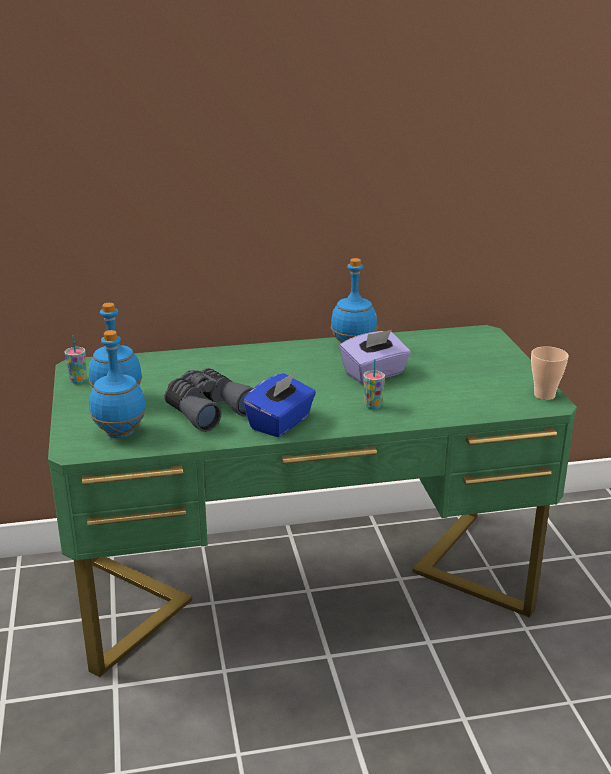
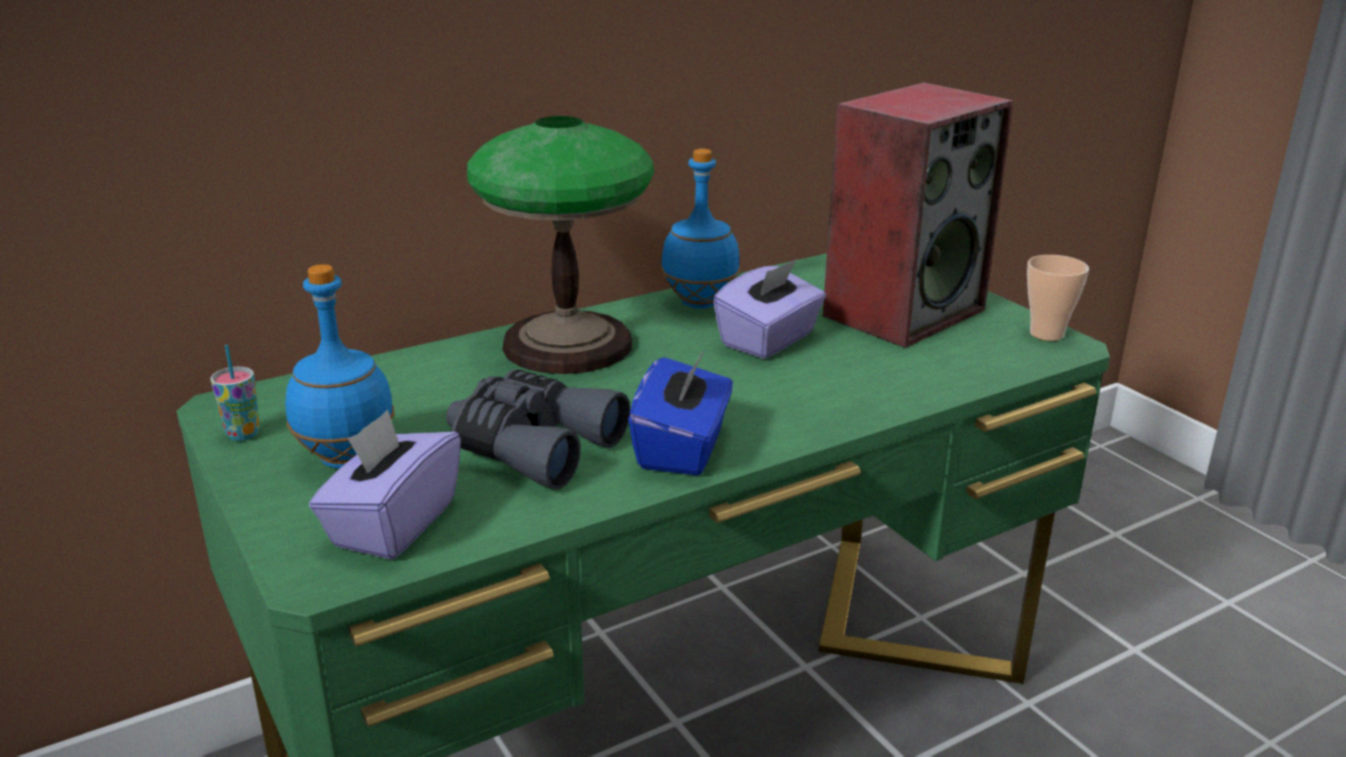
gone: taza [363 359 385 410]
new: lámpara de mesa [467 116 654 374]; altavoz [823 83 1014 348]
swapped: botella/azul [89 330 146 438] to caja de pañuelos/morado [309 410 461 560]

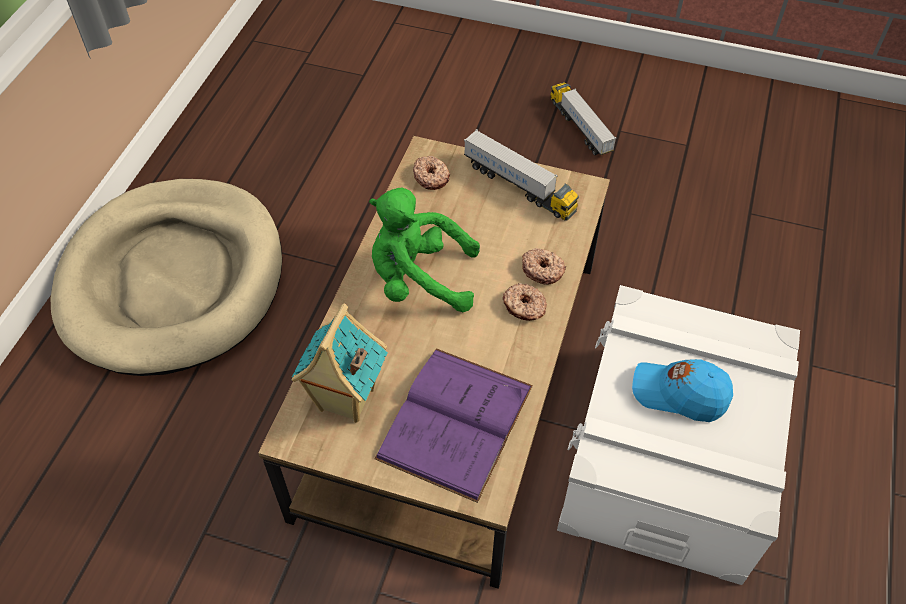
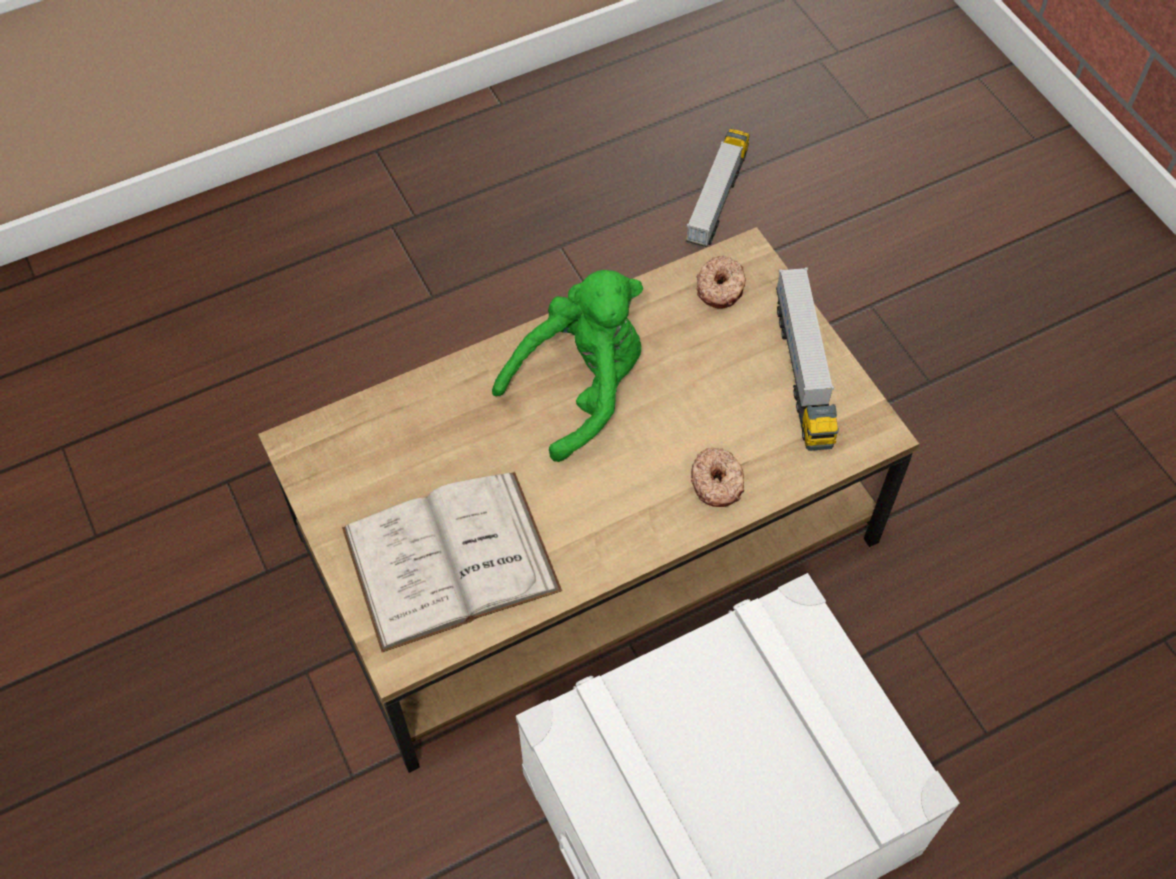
gone: cama para perro/beis [50 179 282 376]; casita [291 304 388 423]; rosquilla [502 283 547 321]; gorra/azul [632 359 733 422]
shifted: camión de juguete [550 83 616 155] to [686 129 750 247]
repainted: libro/morado [375 348 533 503] to libro/blanco [342 472 562 652]
rotated: peluche/verde [369 188 480 312] = [492 270 643 462] 90 degrees clockwise

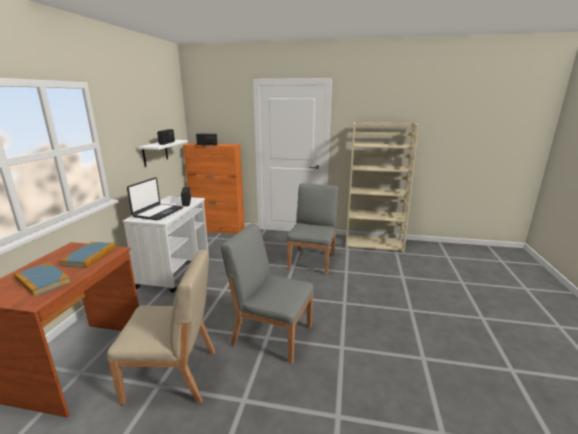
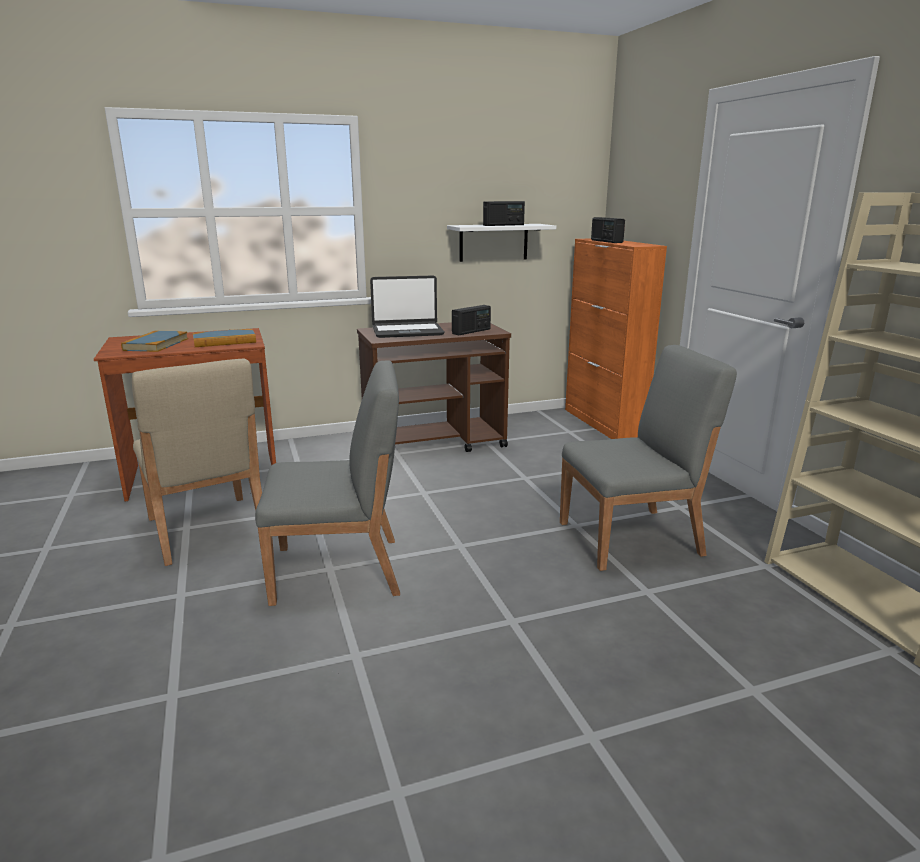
repainted: carrito/blanco [123 196 208 293] to carrito/marrón [357 322 511 452]
rotated: silla/gris [221 223 314 364] = [255 360 400 606] 90 degrees clockwise

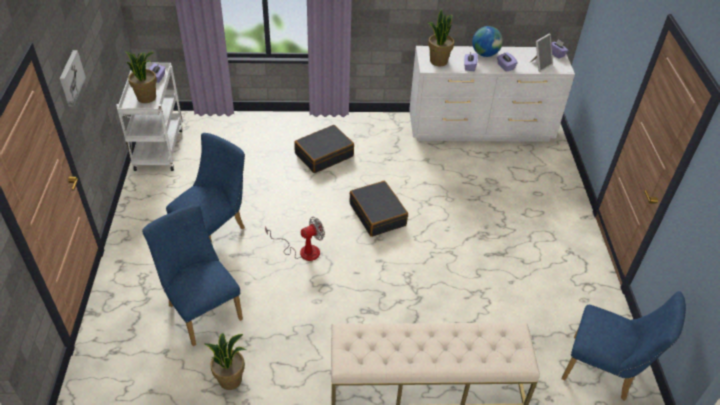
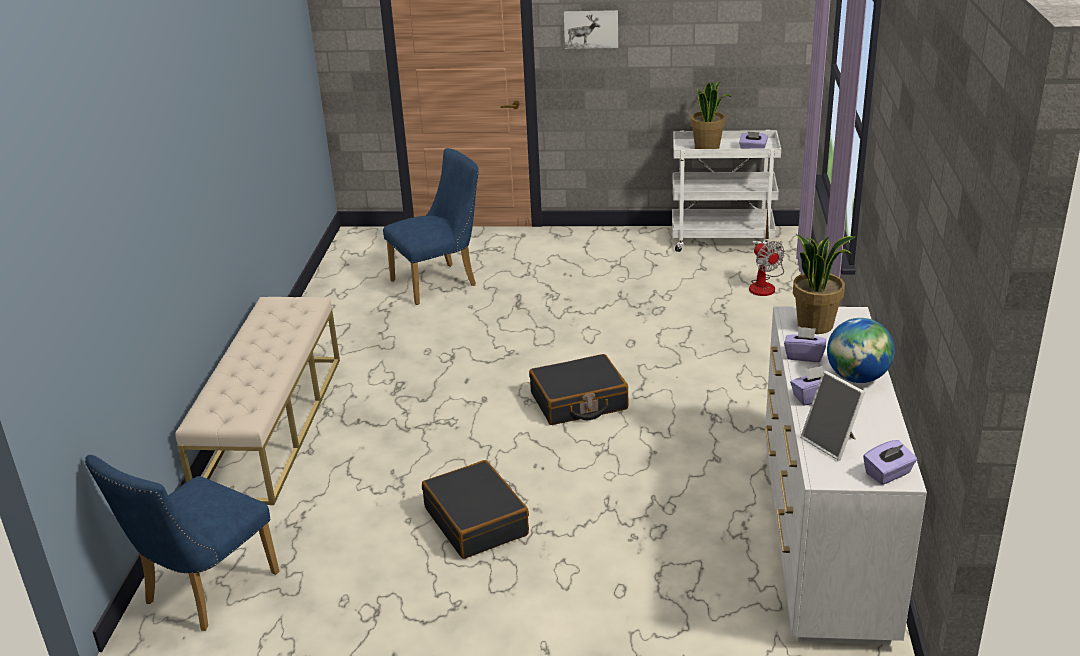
gone: silla/azul [166 133 245 243]; planta en maceta [204 333 246 390]
shifted: ventilador [265 217 325 261] to [749 241 785 296]; maleta/negro [294 125 354 173] to [422 460 529 559]

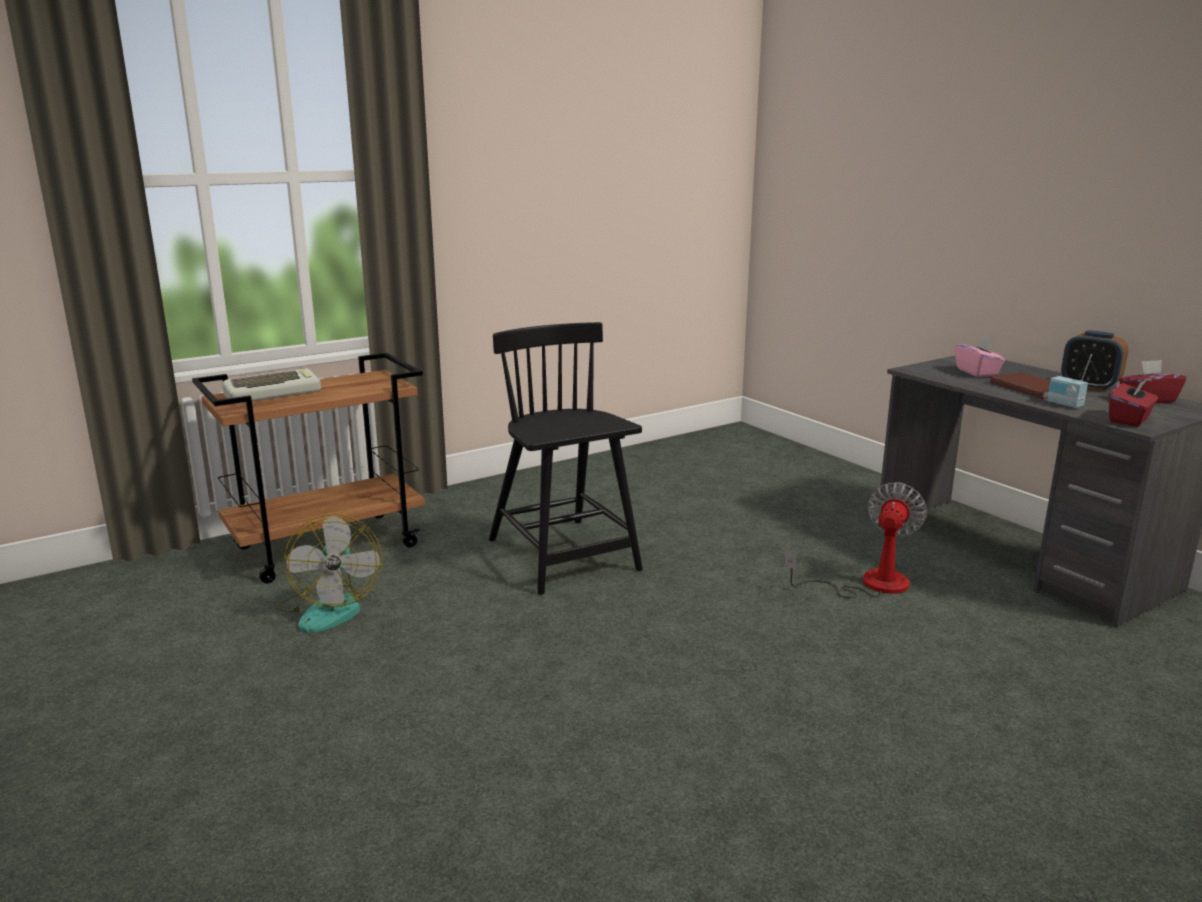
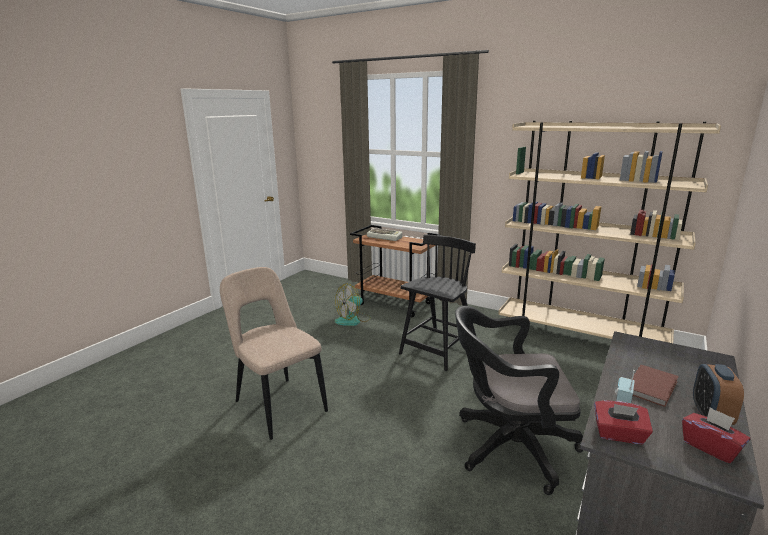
gone: caja de pañuelos/rosa [955 335 1005 377]
new: silla/beis [220 267 328 440]; estantería/beis [498 121 721 343]
swapped: ventilador [784 482 927 598] to silla de oficina/negro [455 306 583 495]

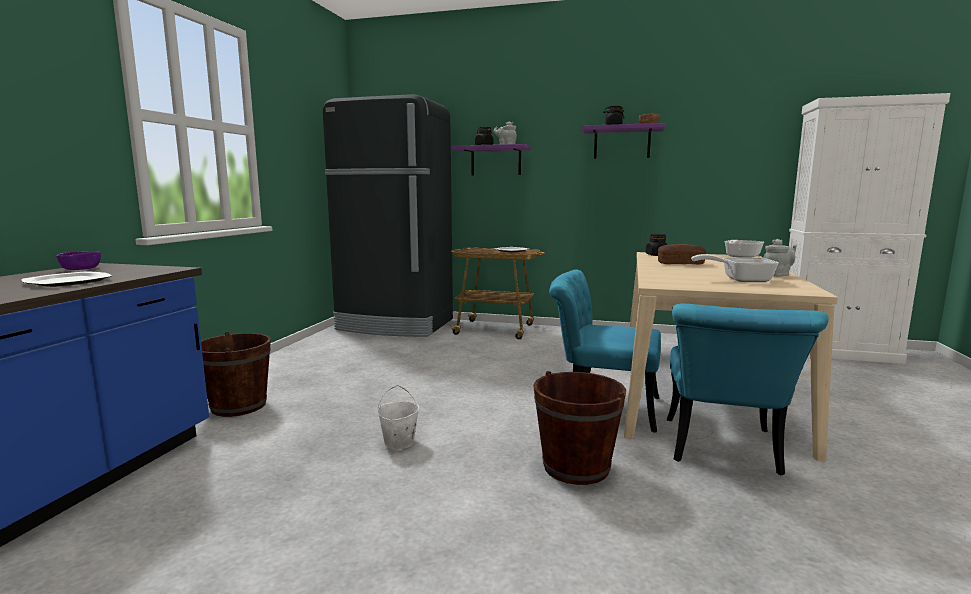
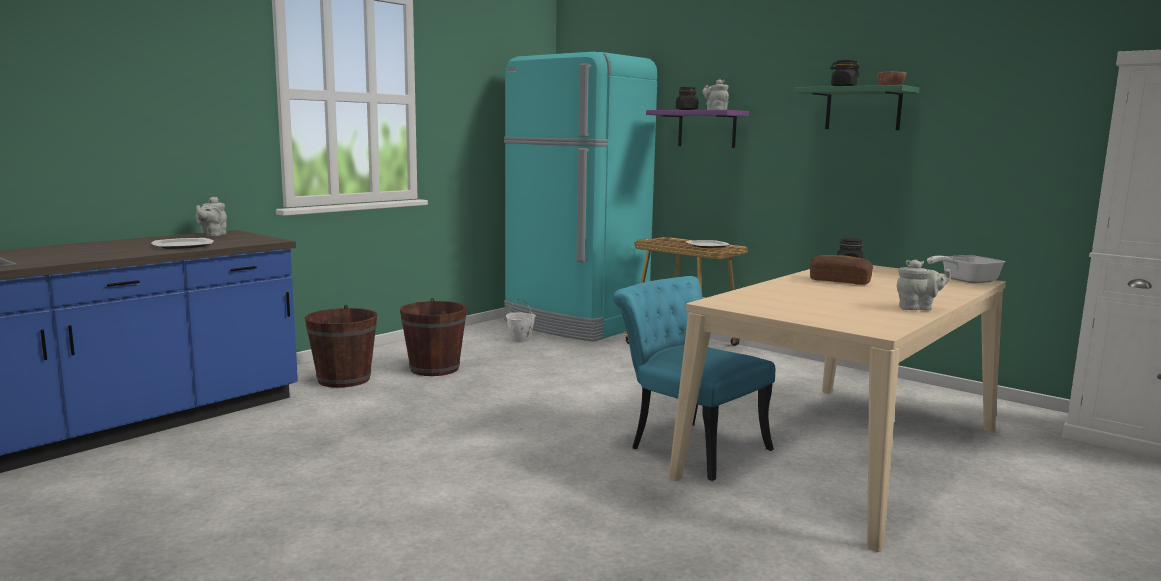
gone: silla/turquesa [667 303 829 475]; sartén [691 254 779 282]
shifted: cubo/blanco [377 385 420 450] to [506 298 536 343]; cubo/marrón [533 371 626 485] to [400 298 467 376]
swapped: cuenco/morado [56 251 101 270] to tetera/gris [196 197 227 236]
repainted: nevera/negro [323 94 453 337] to nevera/turquesa [504 52 657 342]; estante/morado [581 123 665 159] to estante/verde [794 85 919 130]

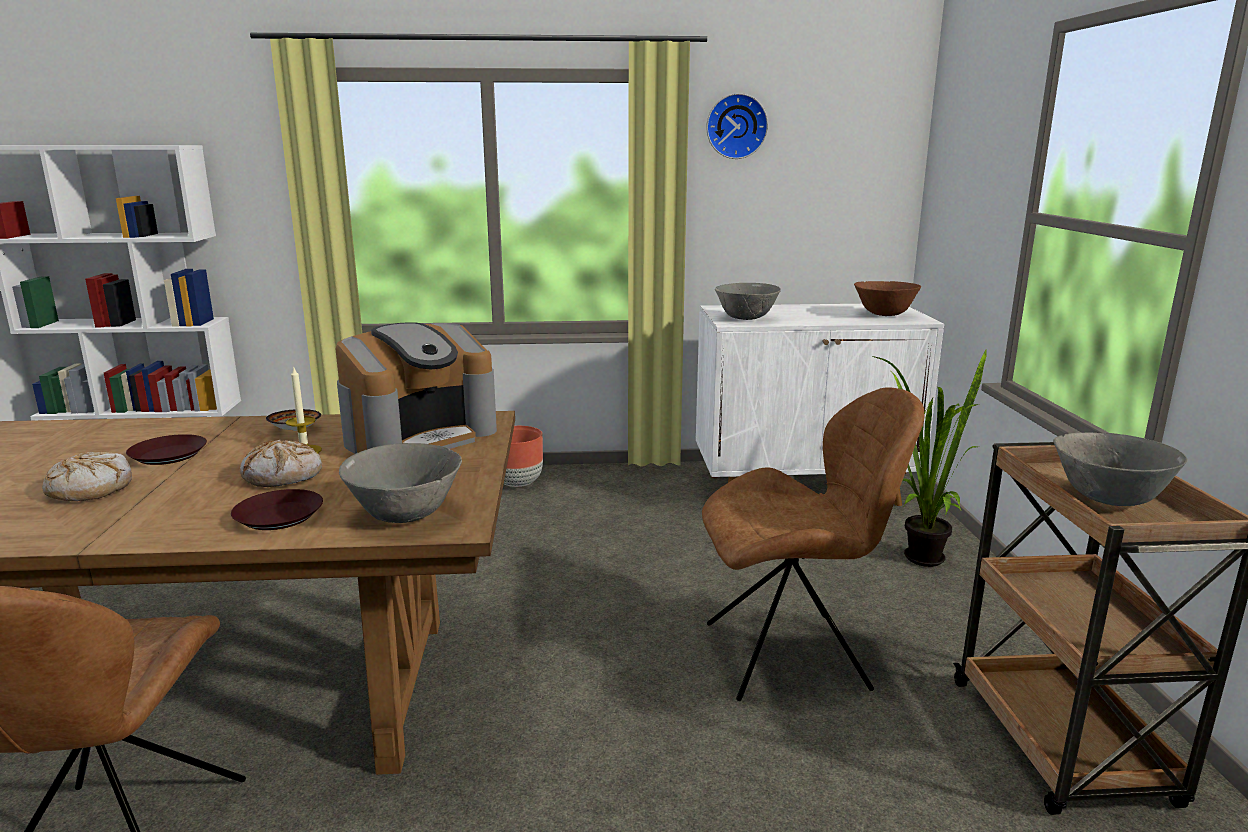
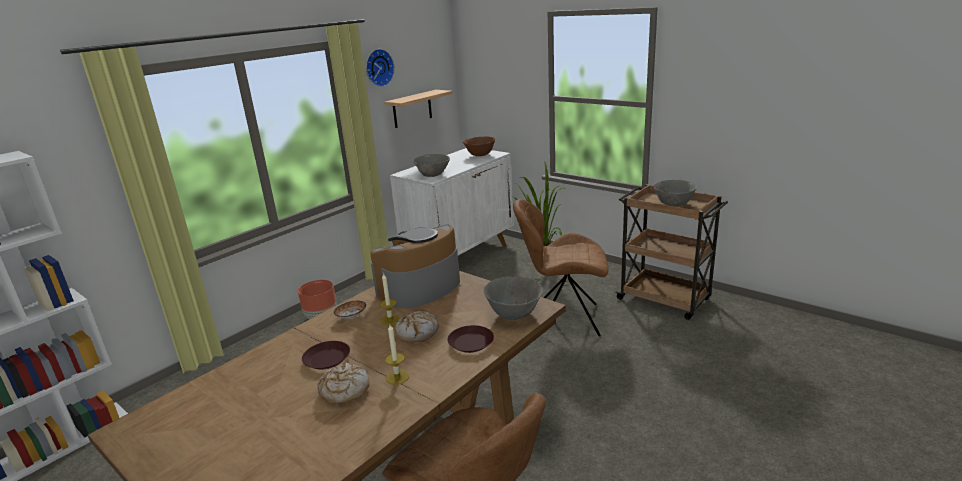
new: estante [384 90 453 128]; vela [385 325 409 385]
rotated: cafetera [335 322 497 454] = [371 224 460 308] 135 degrees counterclockwise; silla/marrón [702 387 925 701] = [513 199 608 336] 120 degrees counterclockwise

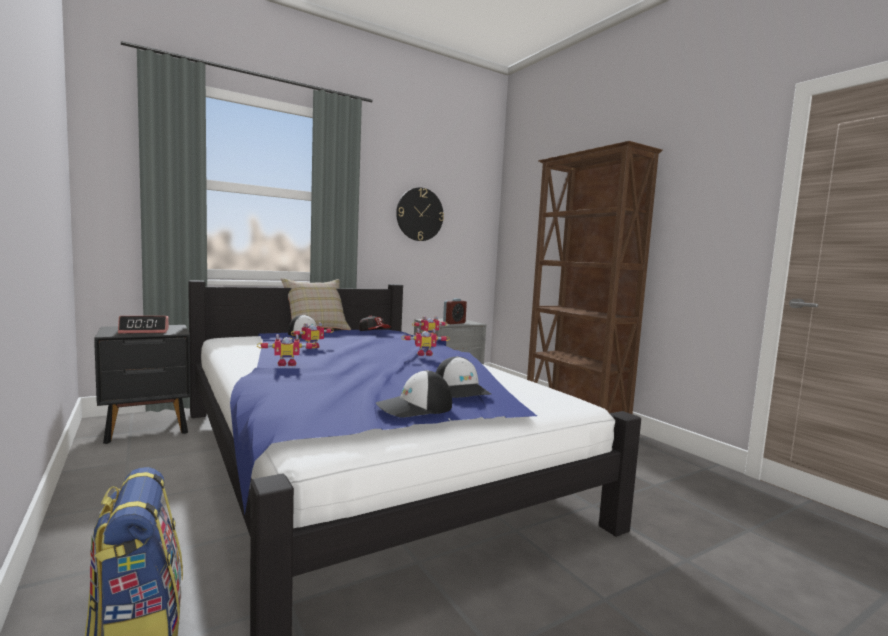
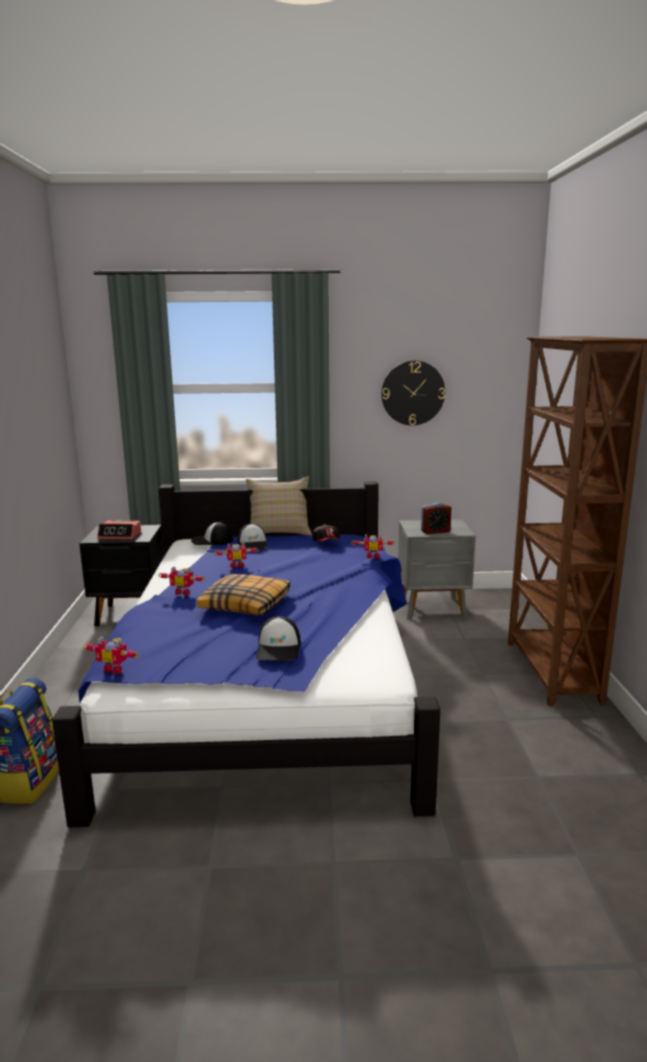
new: cojín [197 574 290 616]
shifted: gorra [376 370 452 417] to [191 522 233 545]; robot de juguete [401 328 450 356] to [83 637 139 675]

